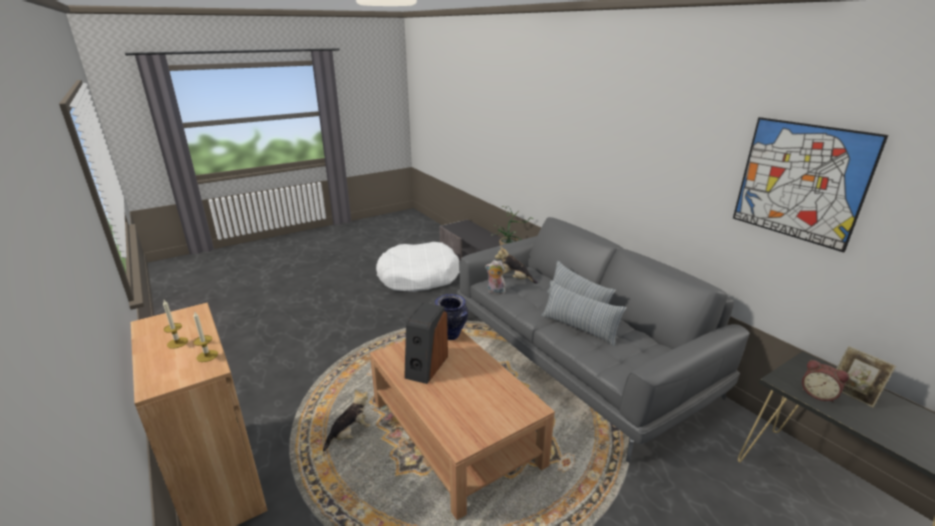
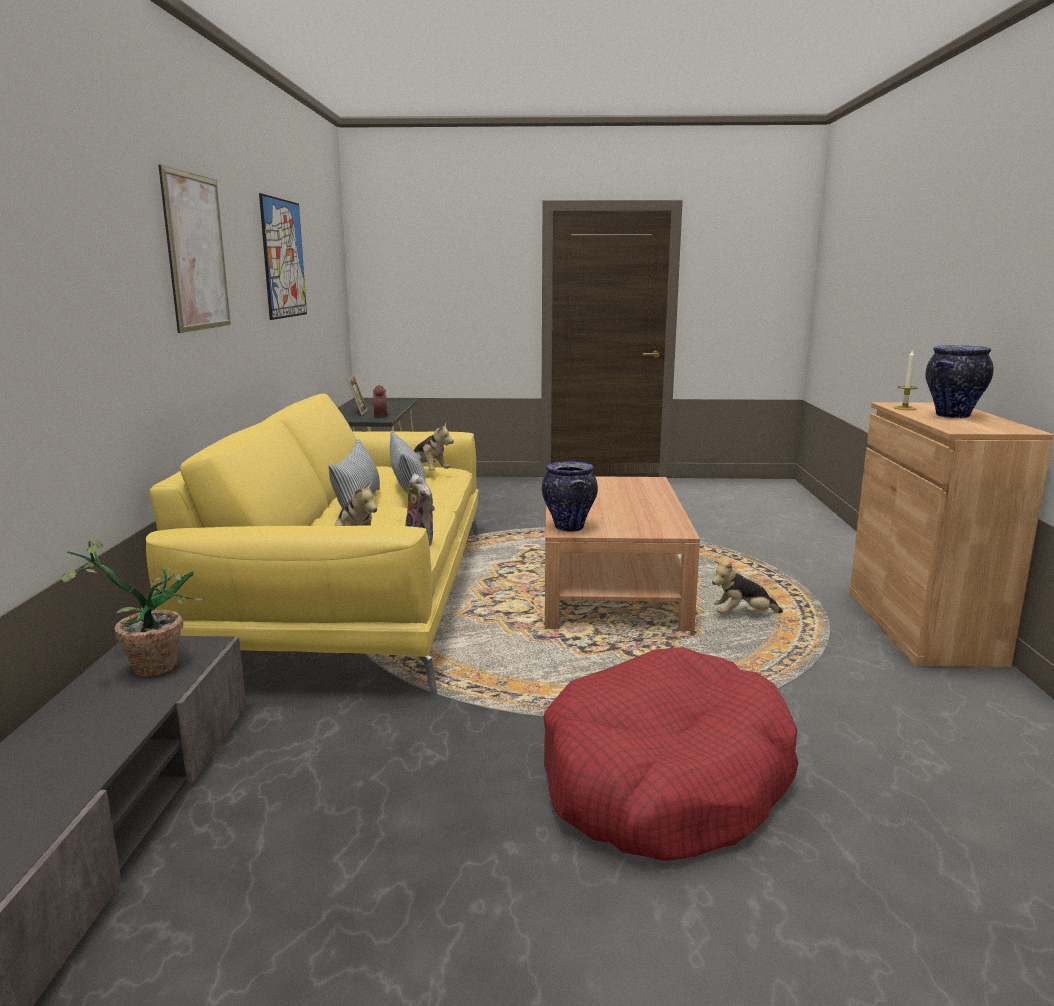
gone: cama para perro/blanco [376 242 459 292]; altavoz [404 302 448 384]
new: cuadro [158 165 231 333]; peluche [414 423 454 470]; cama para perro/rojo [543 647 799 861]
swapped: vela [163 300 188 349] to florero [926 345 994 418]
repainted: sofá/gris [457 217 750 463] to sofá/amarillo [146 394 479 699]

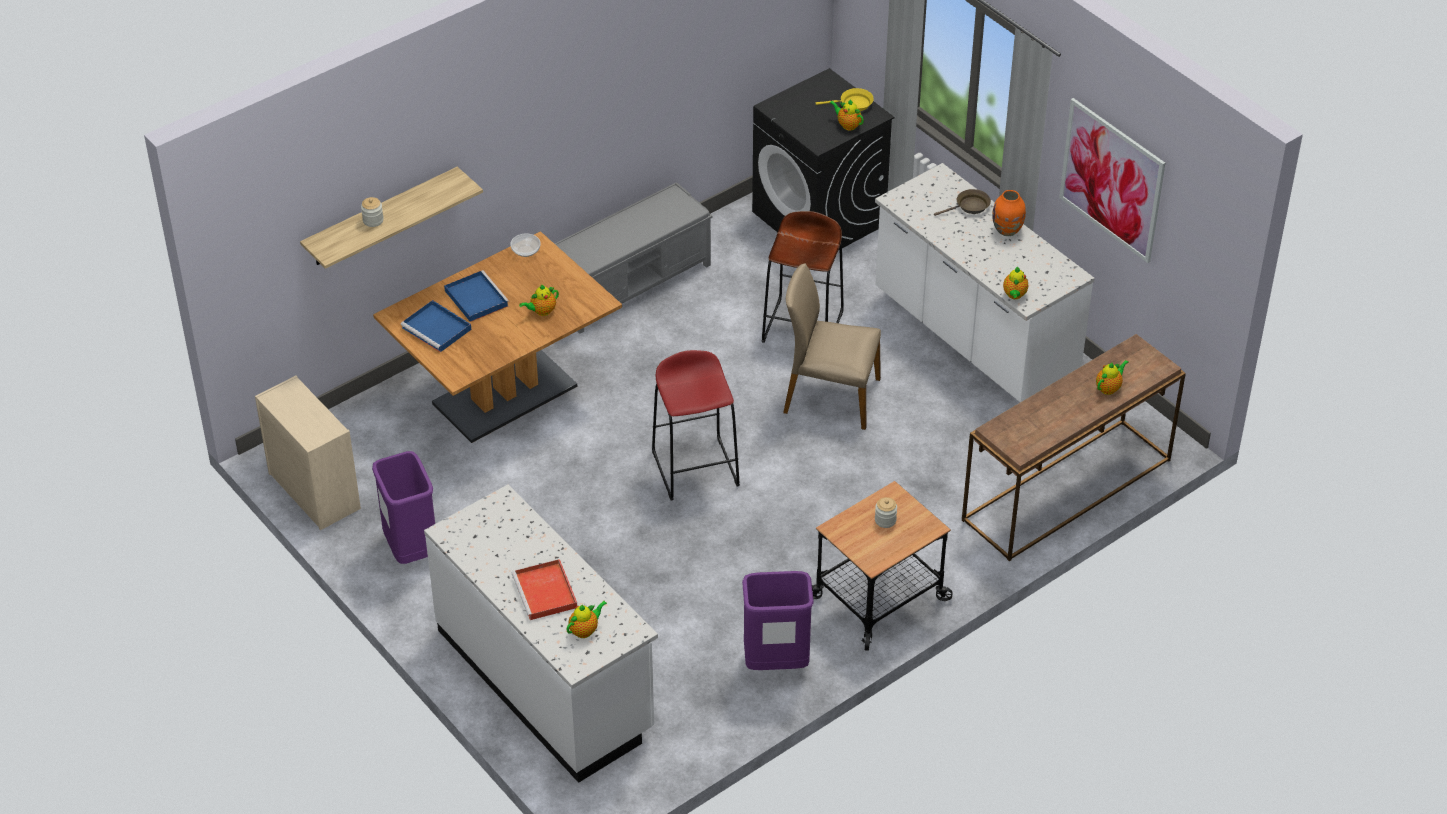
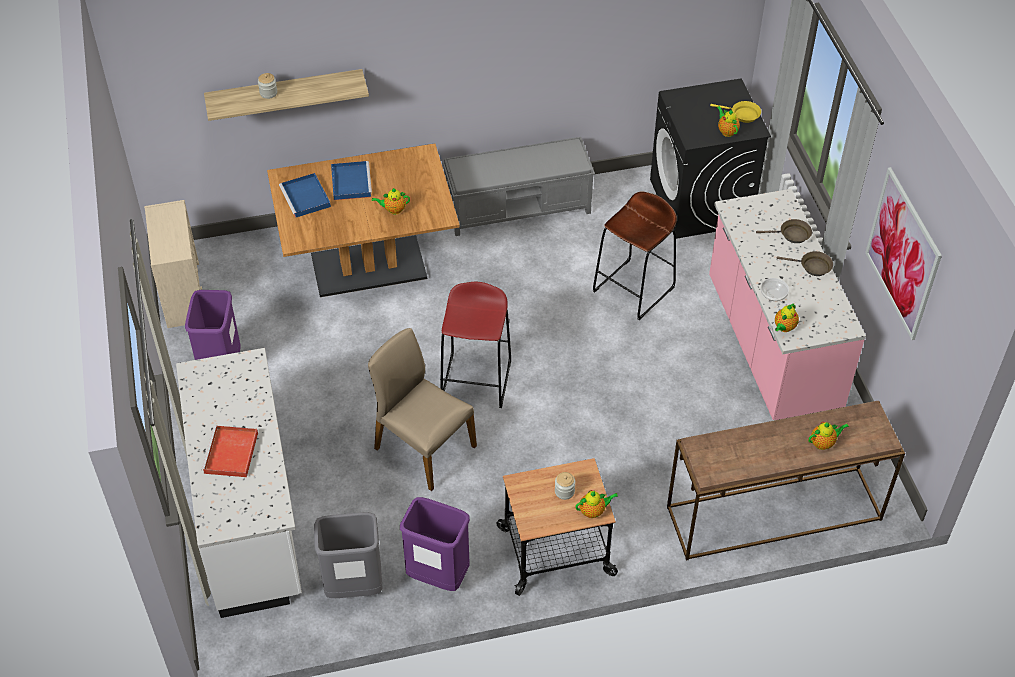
new: papelera/gris [314 512 382 598]
shifted: cuenco [510 234 541 257] to [761 278 789 301]; tetera [566 601 607 638] to [575 490 618 518]; silla/beis [783 263 881 430] to [368 328 477 491]
swapped: florero/naranja [992 190 1026 236] to sartén/marrón [776 251 833 276]
repainted: mueble bajo de cocina/blanco [875 163 1095 402] to mueble bajo de cocina/rosa [709 189 866 420]

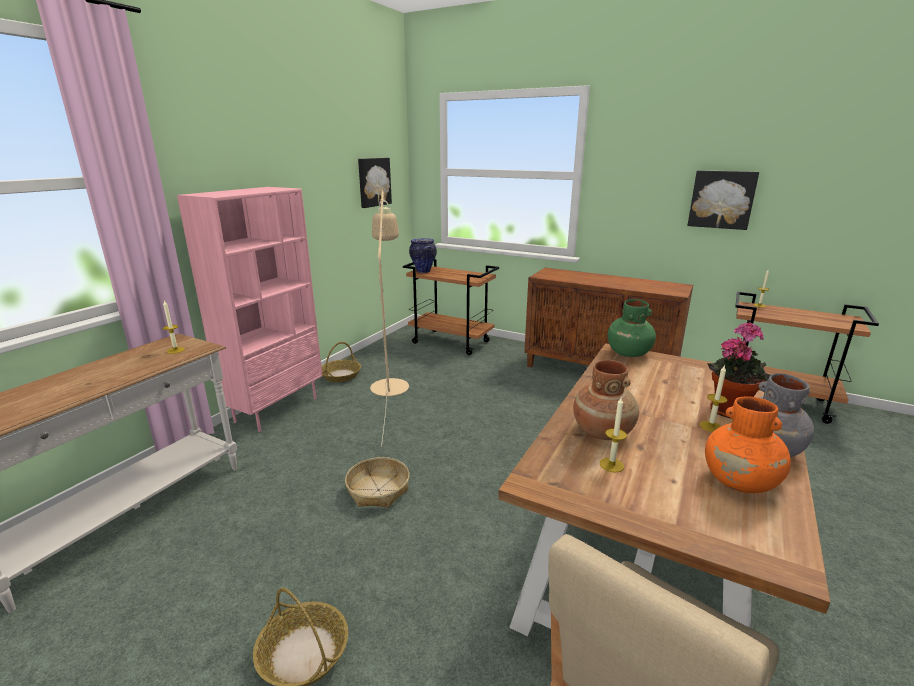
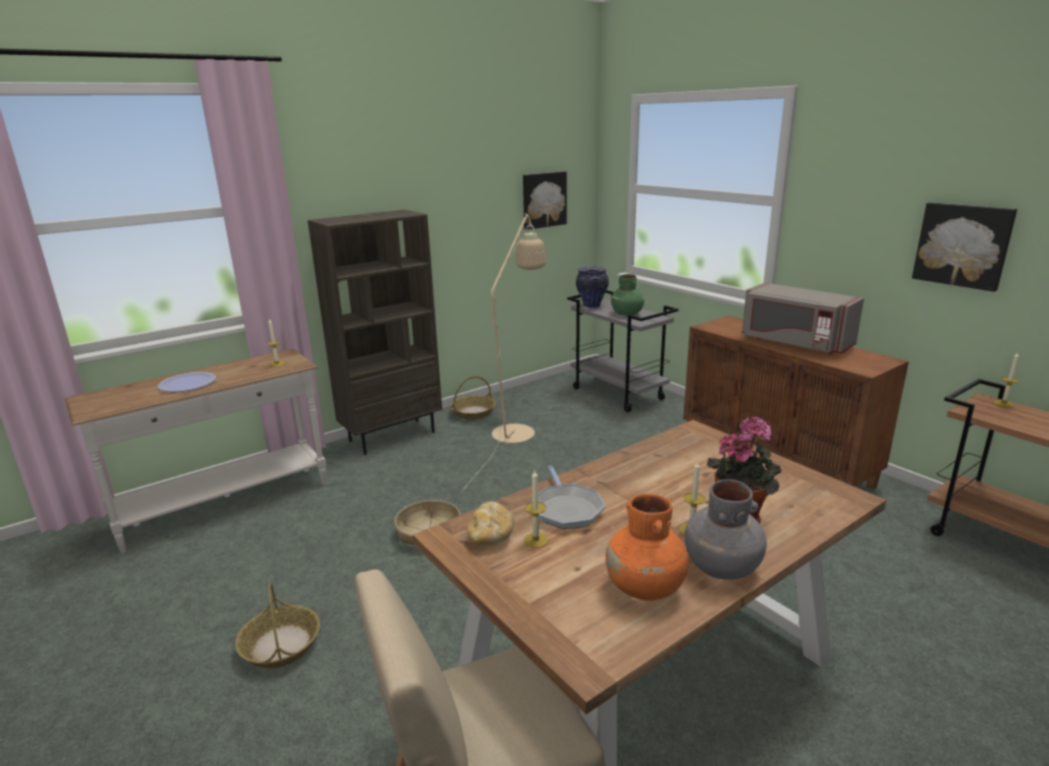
new: plato [158 372 216 392]; pan [467 501 514 545]; microondas/gris [742 283 864 354]
shifted: florero/verde [608 299 656 357] to [611 274 644 316]
swapped: florero/marrón [573 360 639 440] to sartén [532 465 605 529]
repainted: estantería/rosa [177 187 322 432] to estantería/marrón [308 210 442 455]; carrito/marrón [403 259 499 355] to carrito/gris [567 290 679 412]

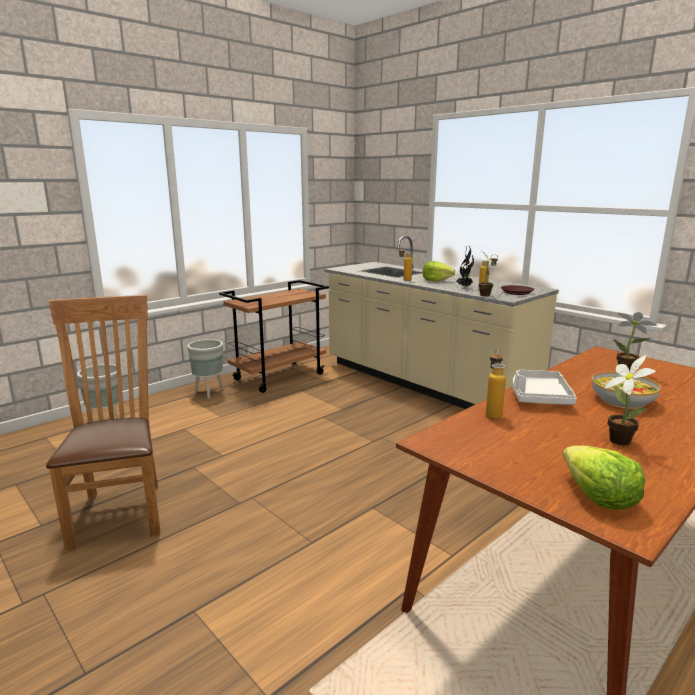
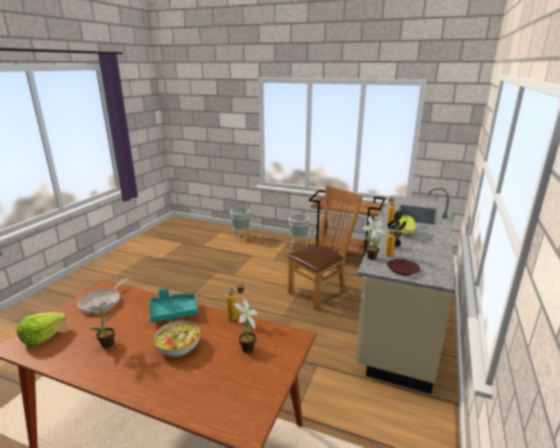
new: sartén [77 279 128 313]
shifted: silla/marrón [46 295 160 551] to [287 185 363 311]; botella [486 349 506 419] to [226 281 245 321]
repainted: bandeja/blanco [513 370 577 405] to bandeja/turquesa [150 288 198 322]

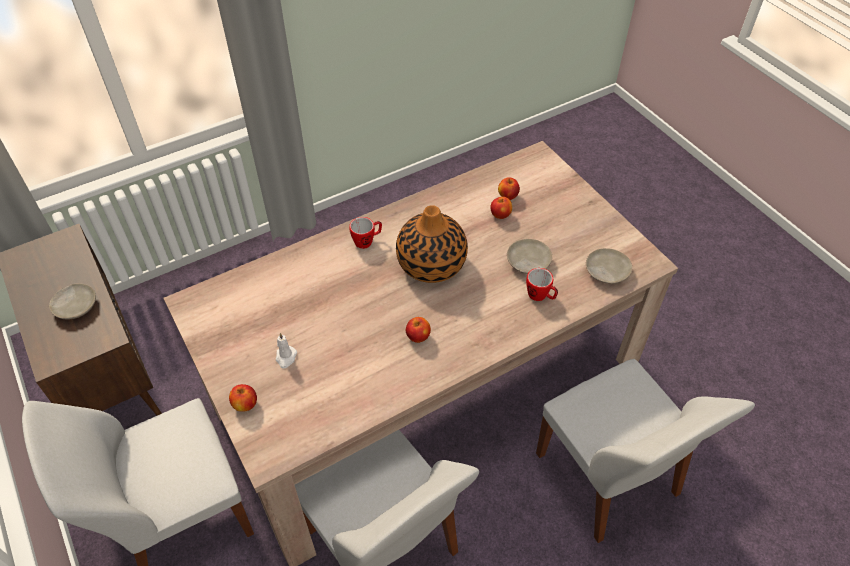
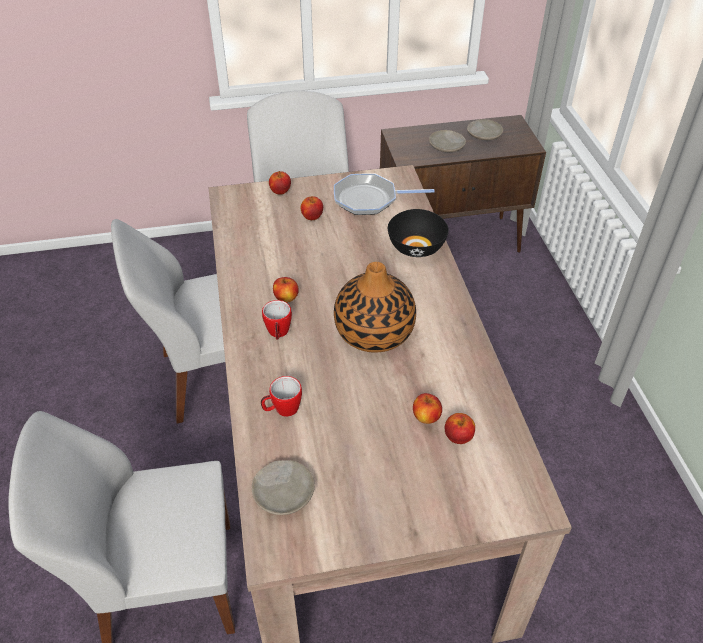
new: sartén [334 173 435 215]; cuenco/negro [388 209 449 257]
shifted: taza grande [349 217 382 249] to [262 300 292 340]; plato/beis [507 239 552 274] to [467 119 503 140]
swapped: vela/blanco [276 333 297 368] to manzana [301 196 323 220]

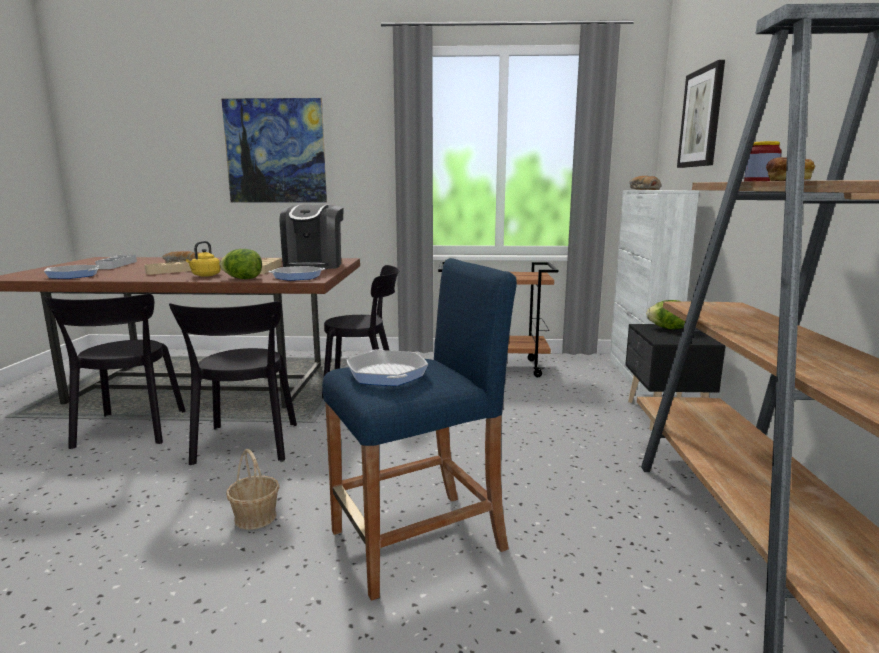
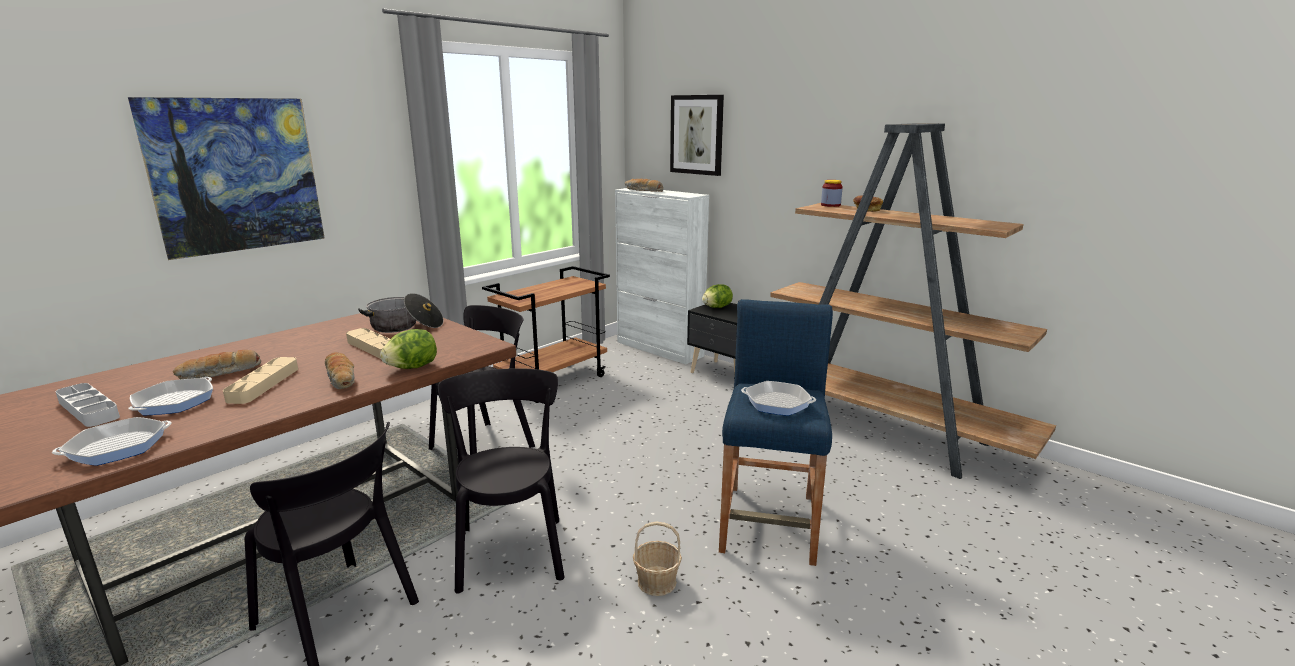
shifted: sartén [268 266 325 281] to [128 377 213 416]
swapped: hervidor/amarillo [186 241 221 277] to pan [325 352 355 390]; cafetera [280 204 344 270] to olla [358 293 444 333]
rotated: silla/negro [169 301 297 465] = [438 368 565 594] 135 degrees counterclockwise

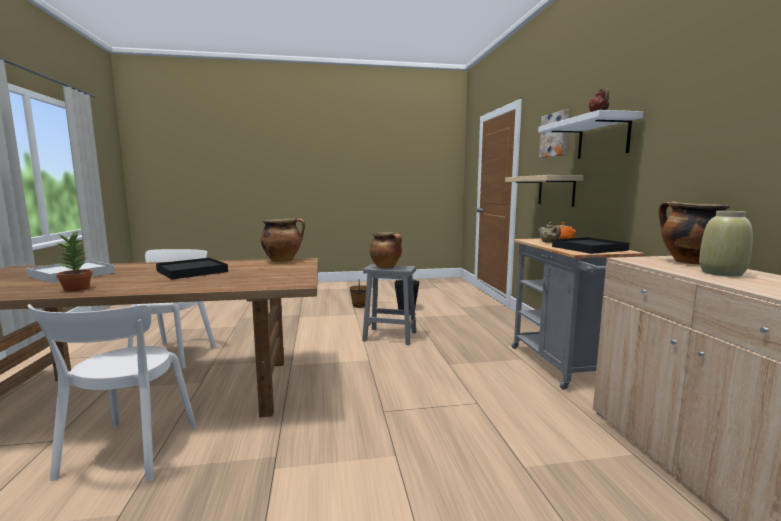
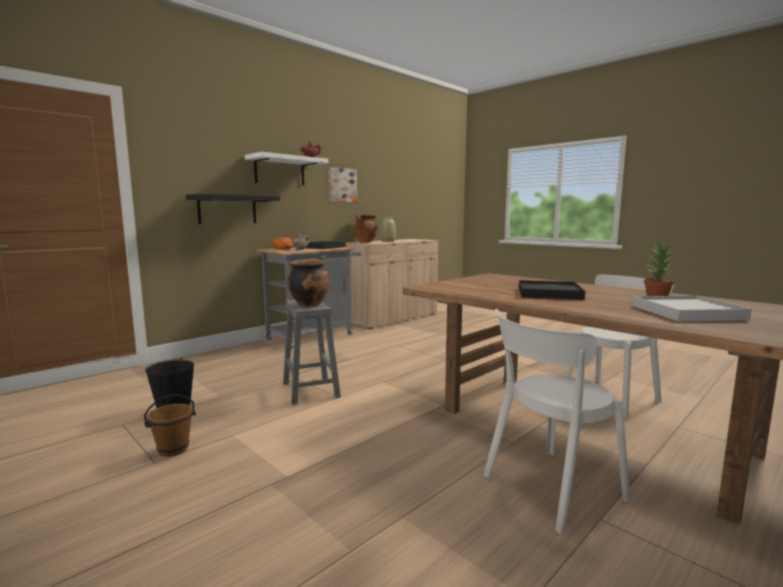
gone: olla [261 218 305 262]
shifted: cuadro [539 109 569 158] to [329 167 357 202]
repainted: estante/beis [505 175 583 207] to estante/negro [186 194 280 224]

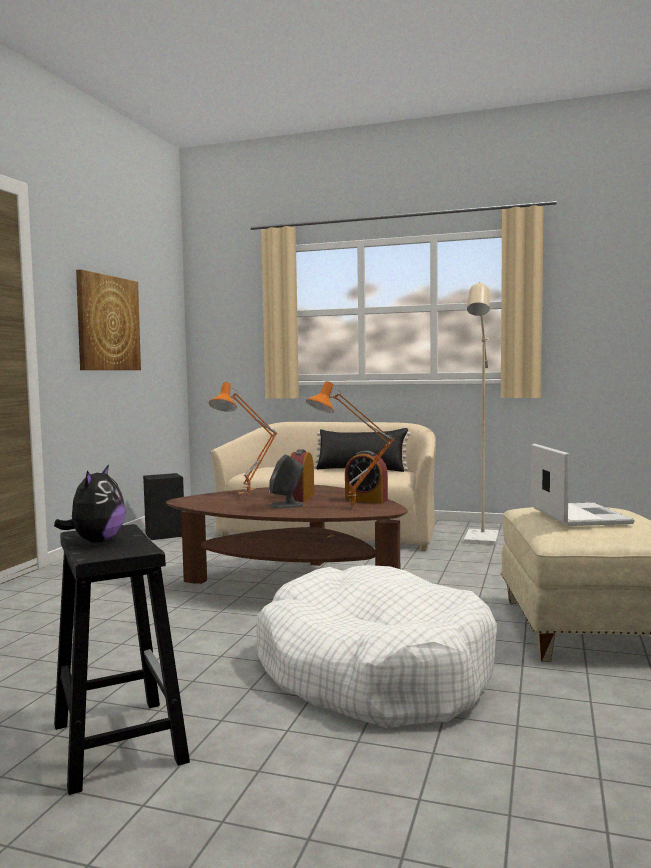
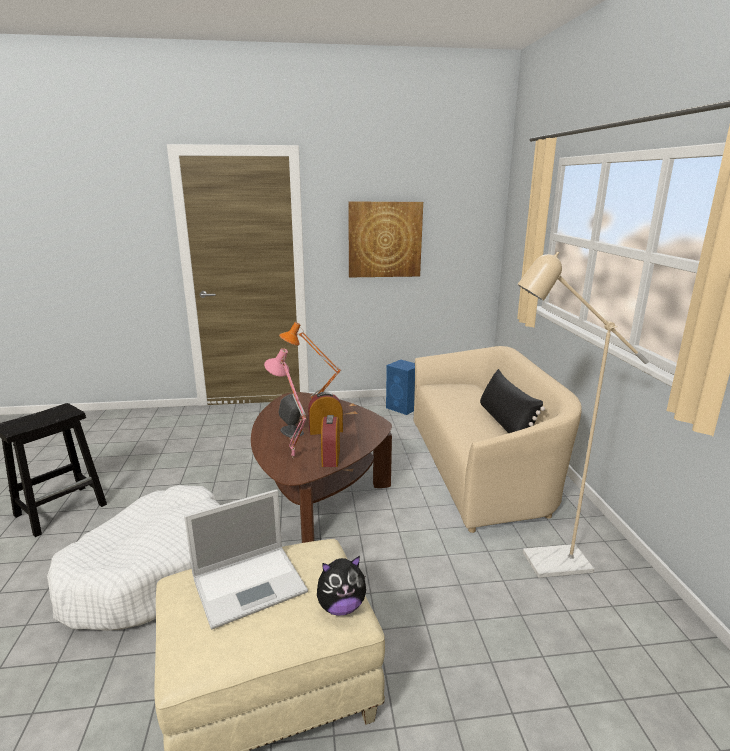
shifted: peluche [54 464 125 543] to [317 556 366 616]
repainted: altavoz/negro [143 473 184 540] to altavoz/azul [386 360 415 415]; lámpara de mesa/naranja [306 381 395 509] to lámpara de mesa/rosa [264 348 307 459]

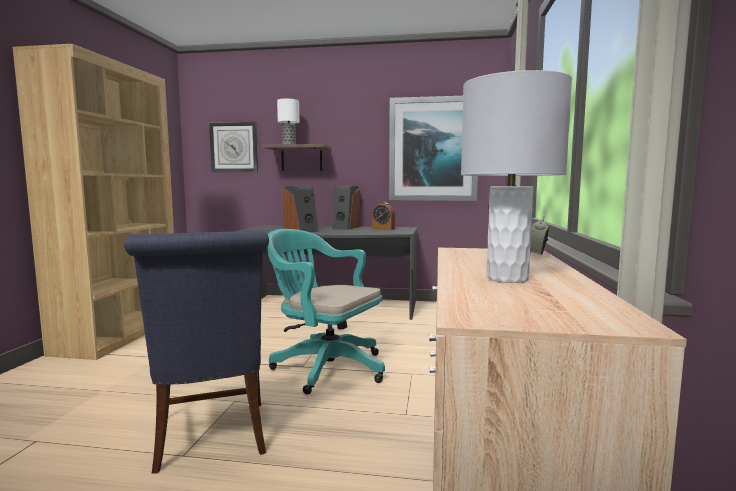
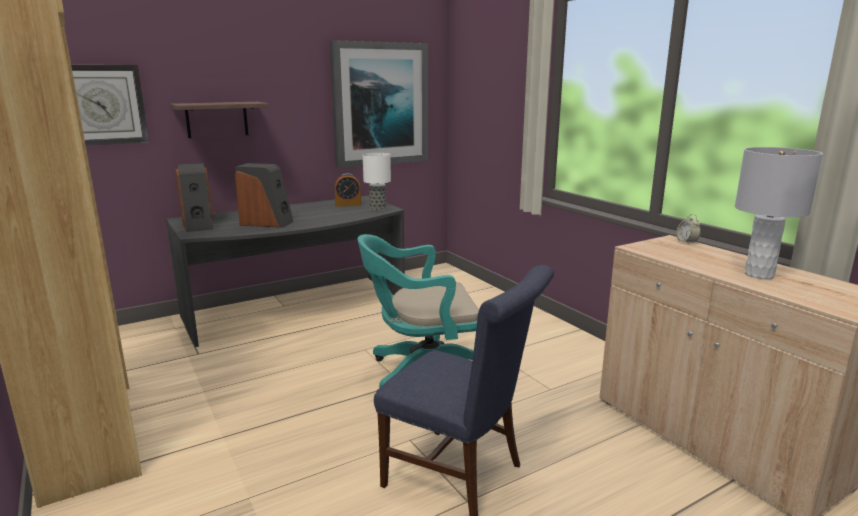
shifted: lámpara de mesa [277 99 299 144] to [363 153 391 211]; altavoz [332 186 360 230] to [176 163 213 232]

